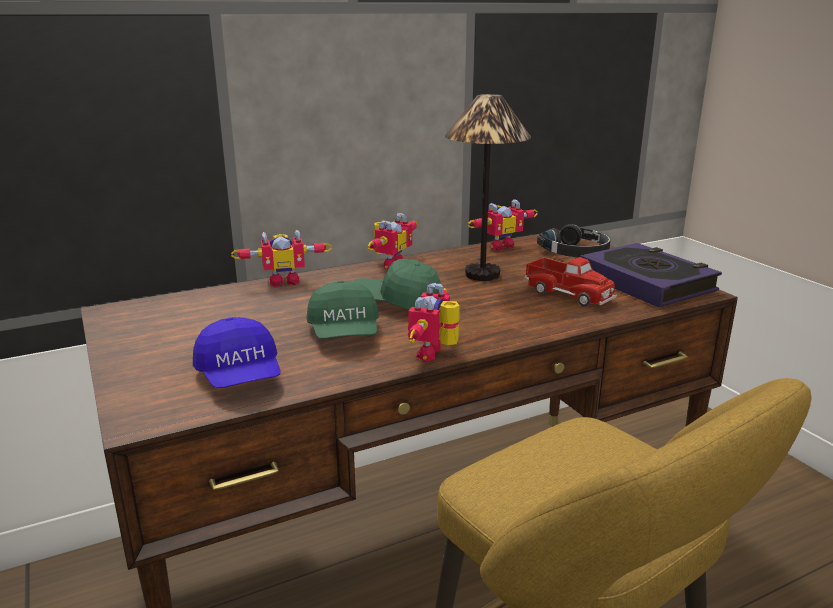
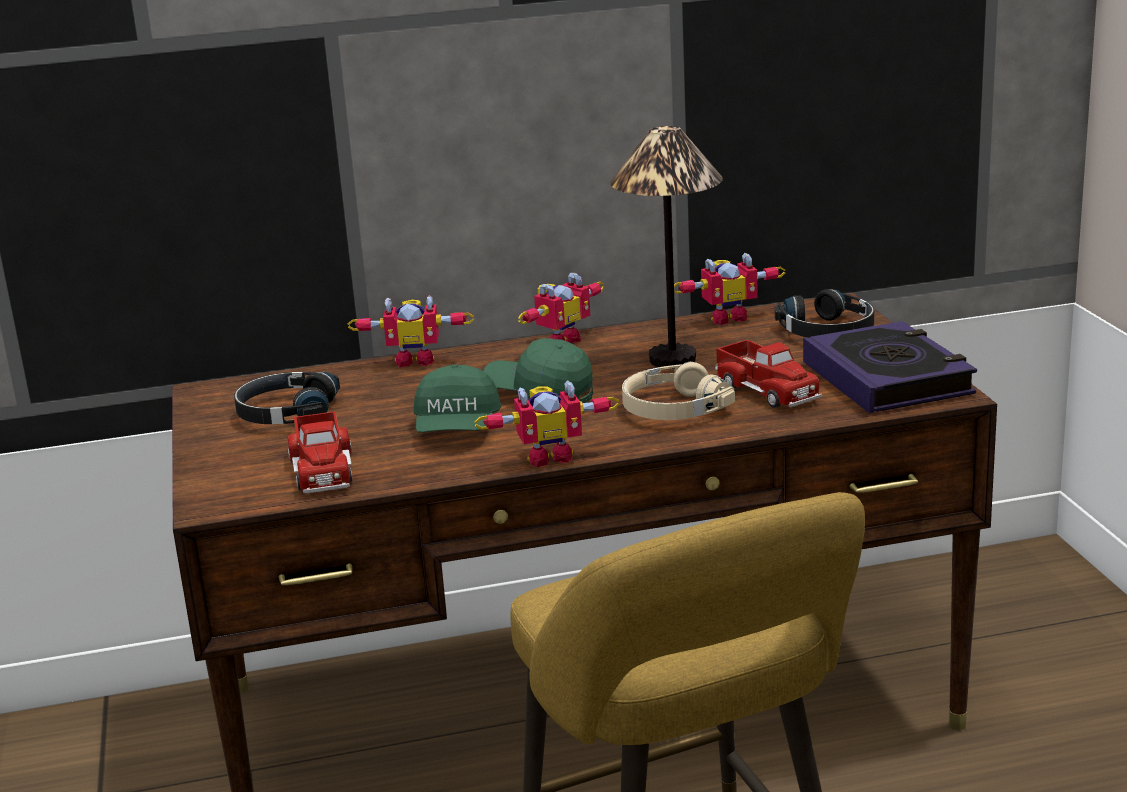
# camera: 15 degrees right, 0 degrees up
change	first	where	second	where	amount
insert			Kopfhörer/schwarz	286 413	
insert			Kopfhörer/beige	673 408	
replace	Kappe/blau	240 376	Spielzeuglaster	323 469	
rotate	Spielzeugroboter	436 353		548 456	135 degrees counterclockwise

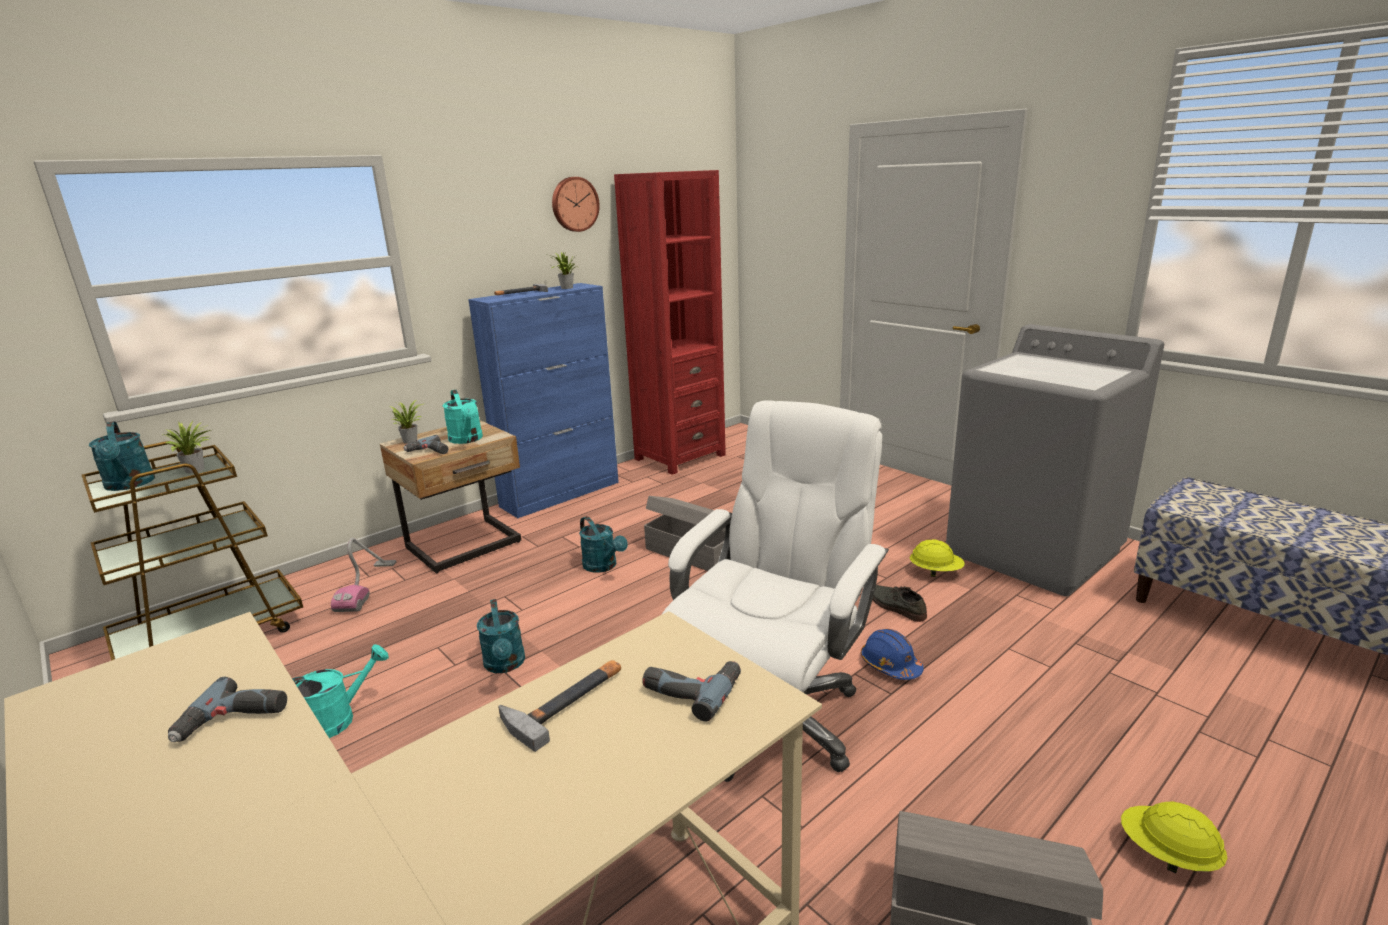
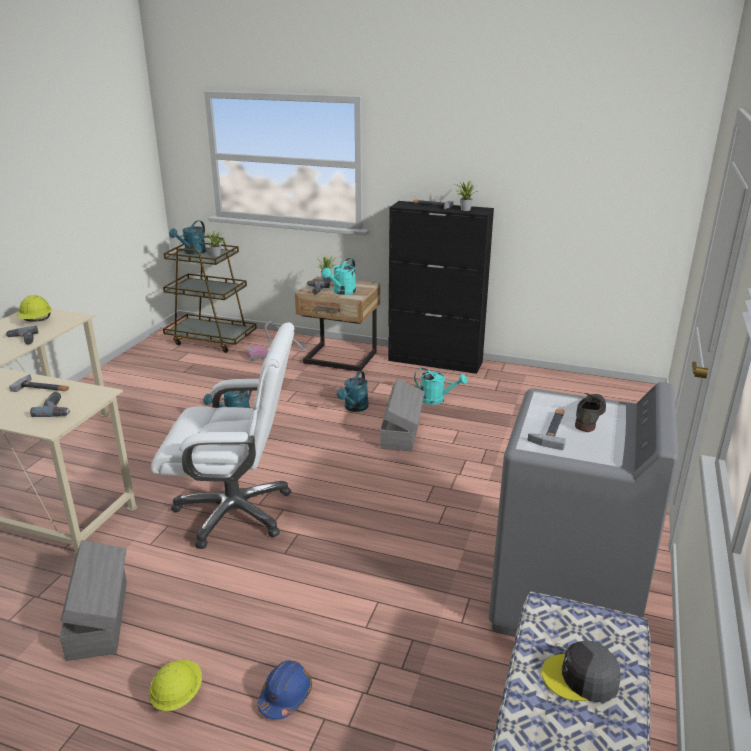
# camera: 60 degrees right, 5 degrees up
change	first	where	second	where	amount
delete	Wanduhr	574 204			
delete	Bücherregal/rot	679 457			
insert			Hammer	551 429	
insert			Kappe/grau	581 678	
move	Gießkanne/türkis	338 719		436 400	
move	Schutzhelm/blau	890 665		285 696	
move	Schuh/grau	895 606		589 415	
move	Schutzhelm/gelb	935 572		36 321	
recolor	Schrank/blau	561 494	Schrank/schwarz	435 361	

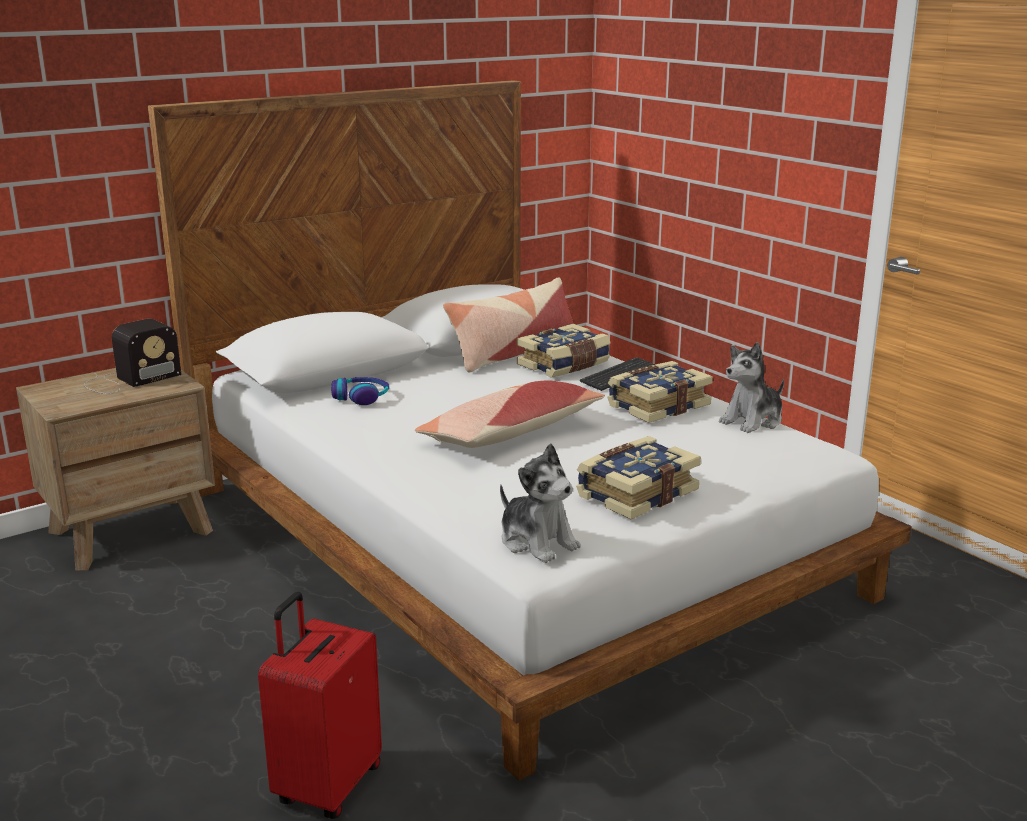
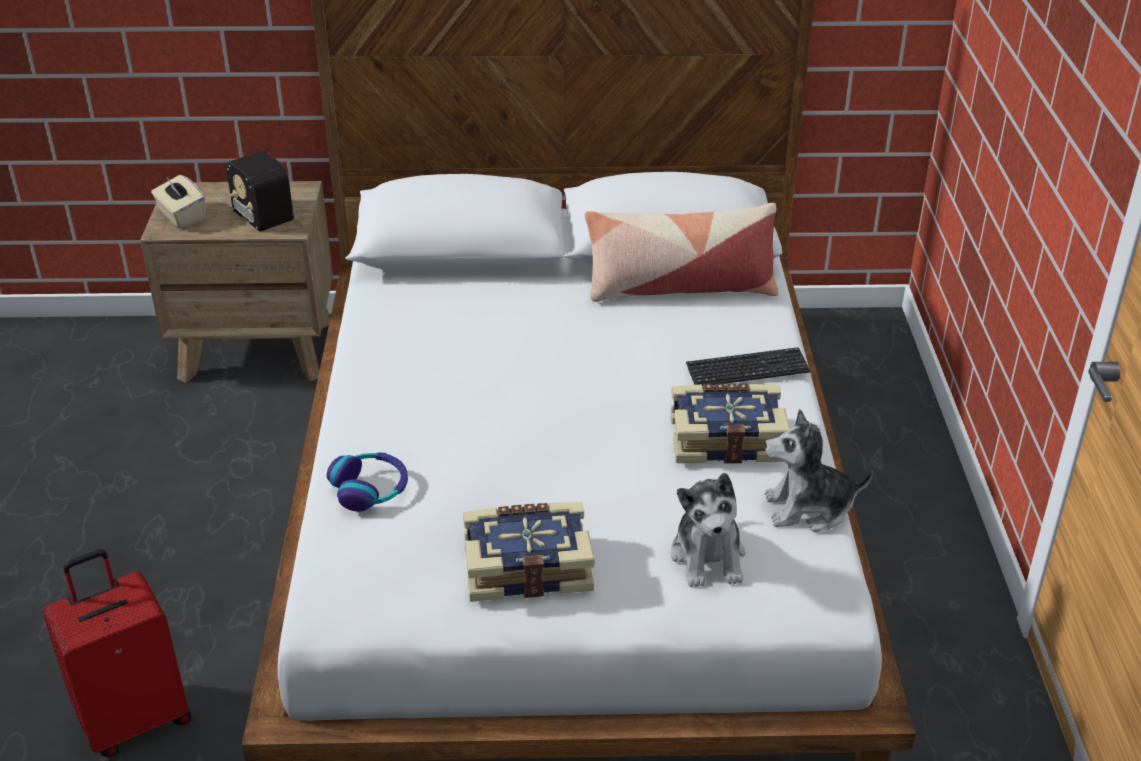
# camera: 35 degrees right, 15 degrees up
change	first	where	second	where	amount
delete	Kissen	511 433			
delete	Buch	564 365			
insert			Taschentuchbox/beige	181 216	
move	Kopfhörer	361 397		370 489	
move	Plüschtier	537 542		708 556	
rotate	Radio	129 380		257 205	60 degrees clockwise

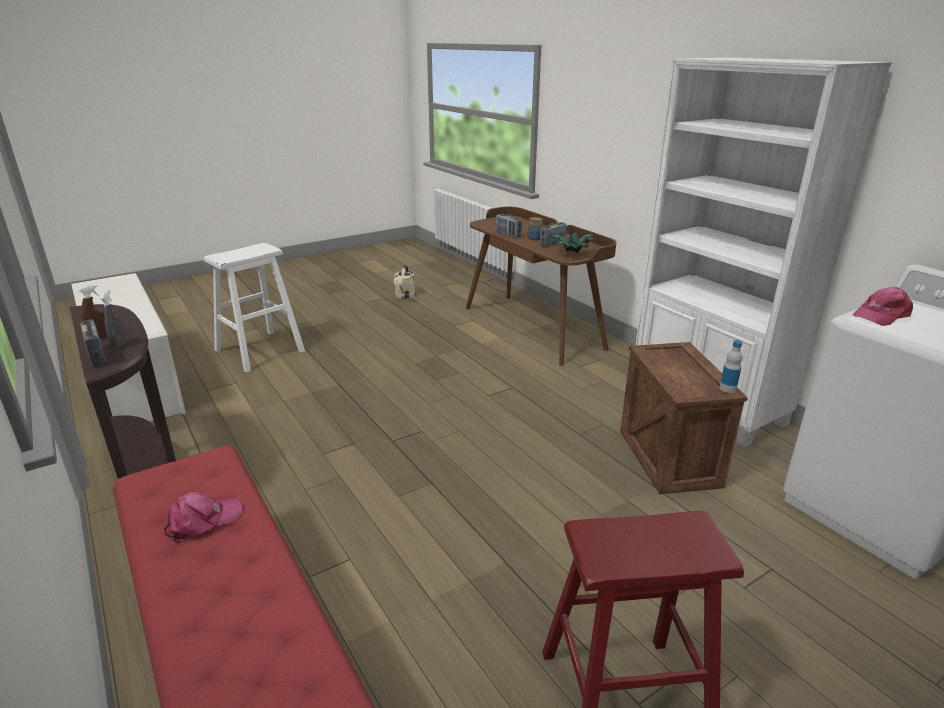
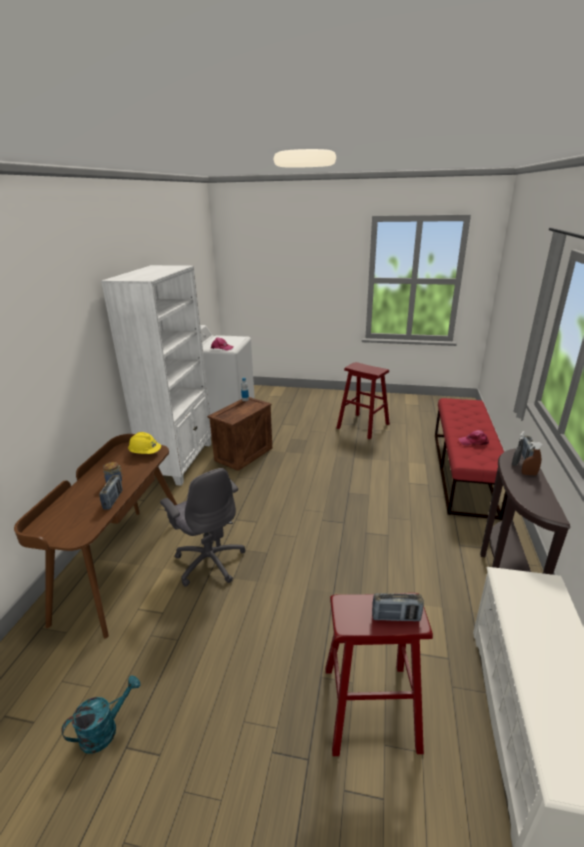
# camera: 135 degrees left, 0 degrees up
change	first	where	second	where	amount
insert			Bürostuhl/grau	209 561	
move	Radio	552 243		396 617	
replace	Topfpflanze	571 254	Schutzhelm/gelb	145 453	
recolor	Hocker/weiß	259 351	Hocker/rot	370 707	
recolor	Gießkanne/beige	404 296	Gießkanne/türkis	105 729	

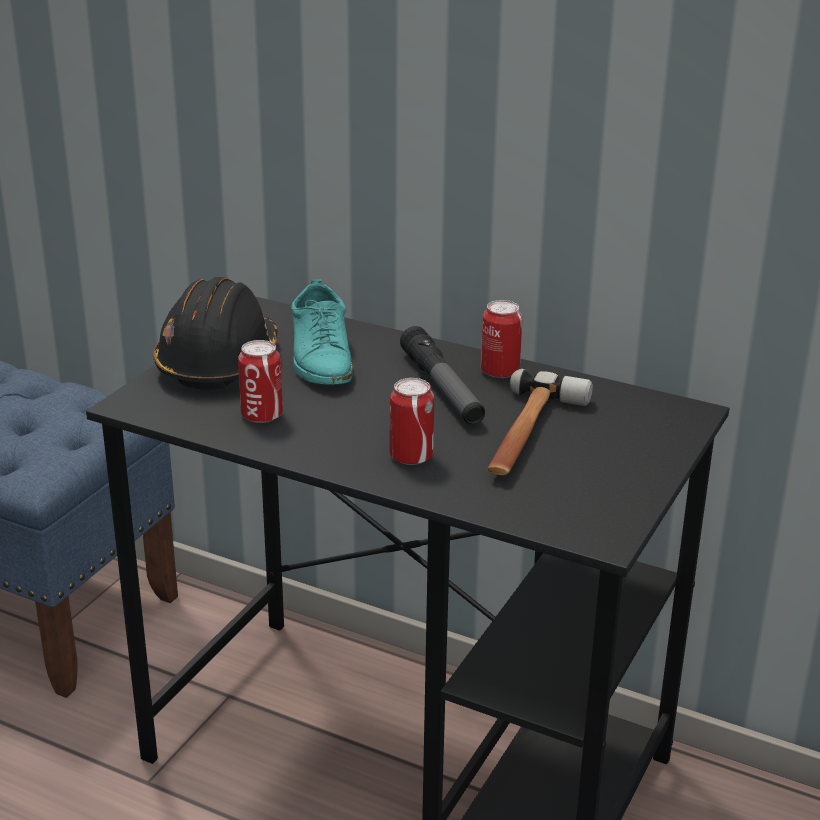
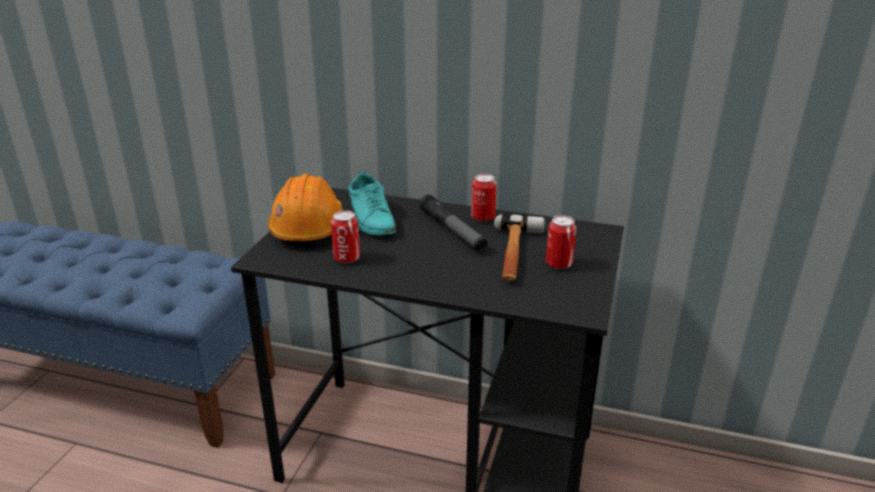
# camera: 10 degrees left, 0 degrees up
change	first	where	second	where	amount
move	Dose	411 456		558 264	
recolor	Schutzhelm/schwarz	219 362	Schutzhelm/orange	308 228	

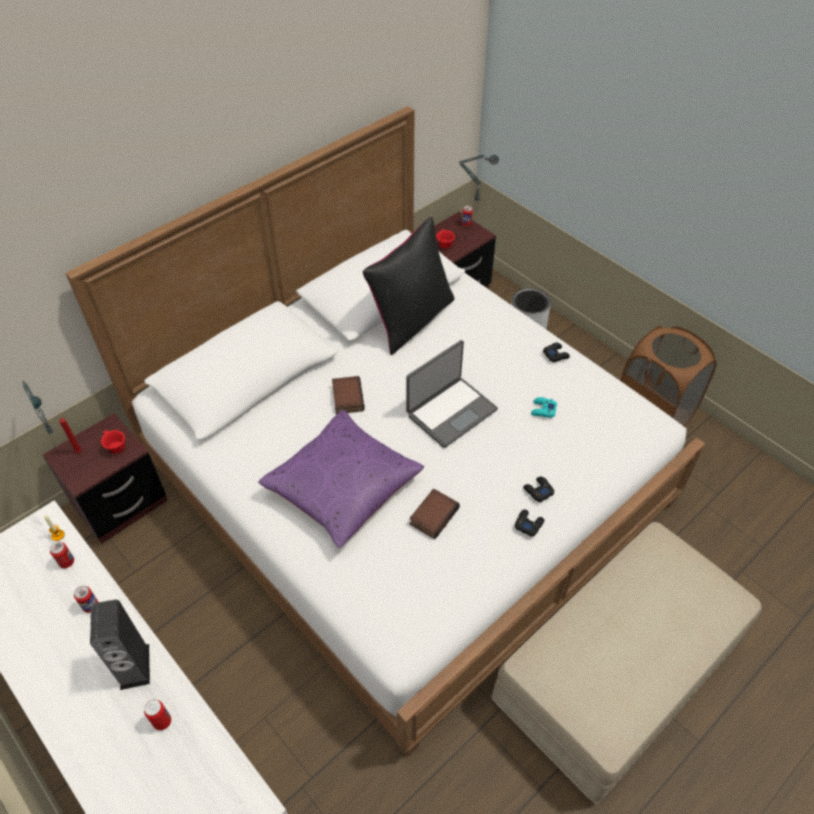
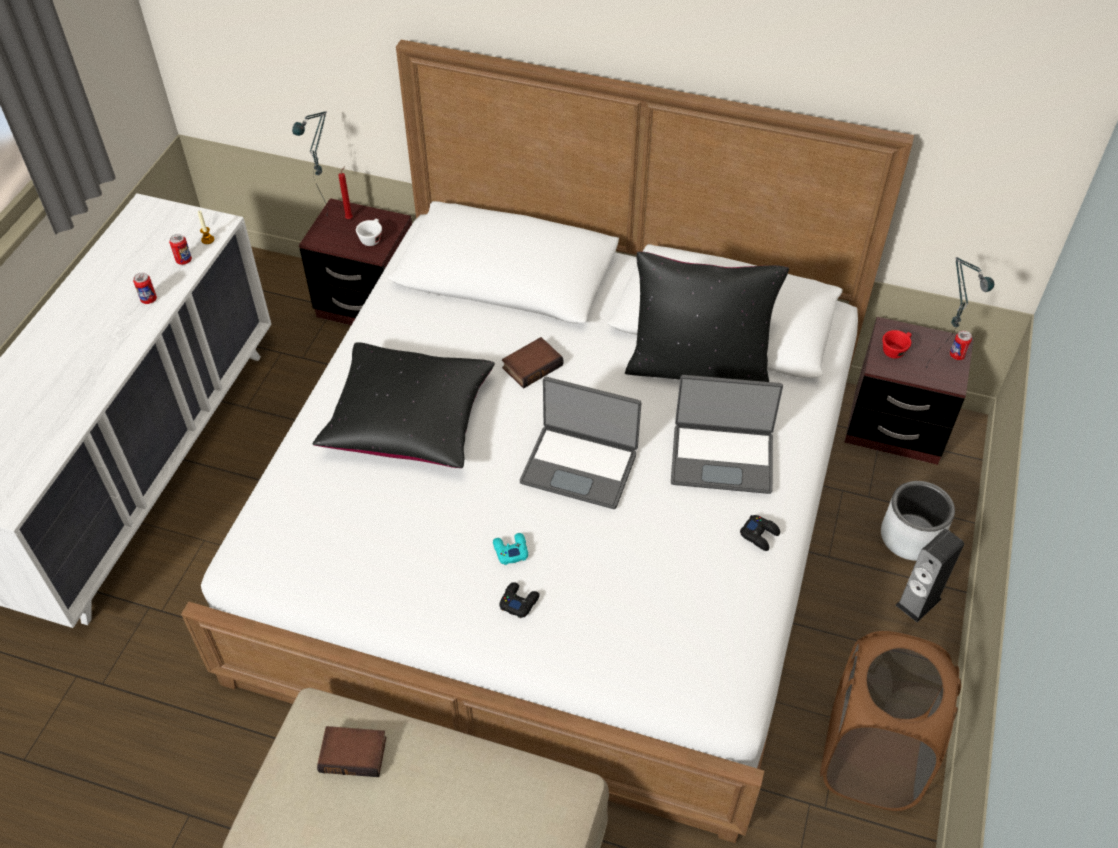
# camera: 60 degrees right, 0 degrees up
change	first	where	second	where	amount
delete	Dose	162 721			
delete	Gamepad/schwarz	528 524			
insert			Laptop	722 458	
move	Lautsprecher	134 666		918 602	
move	Buch	433 515		354 753	
move	Gamepad/türkis	543 410		510 550	
recolor	Tasse/rot	114 446	Tasse/weiß	371 238	
recolor	Kissen/lila	342 486	Kissen/schwarz	408 419	

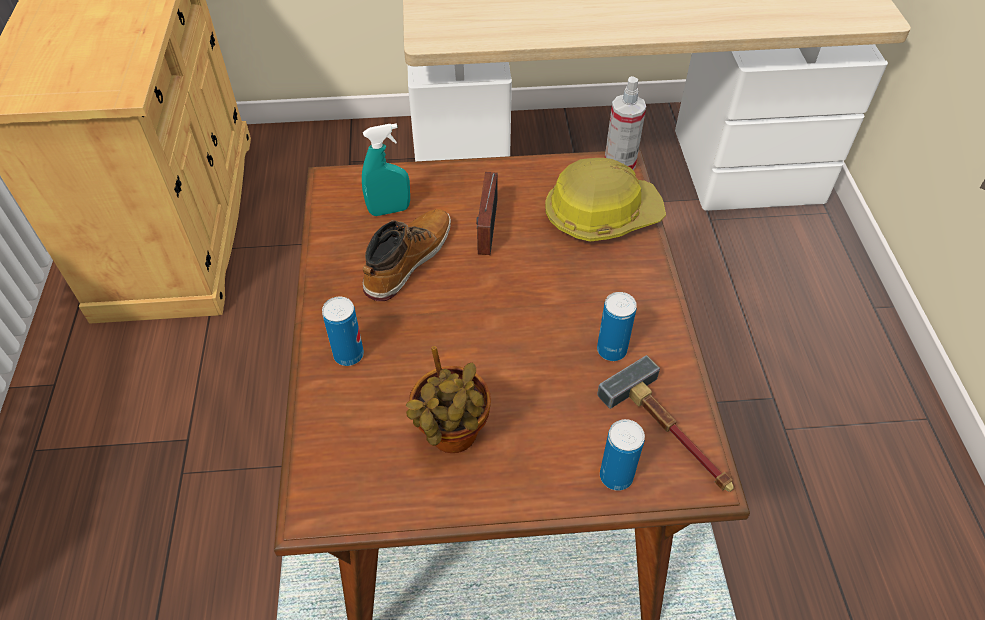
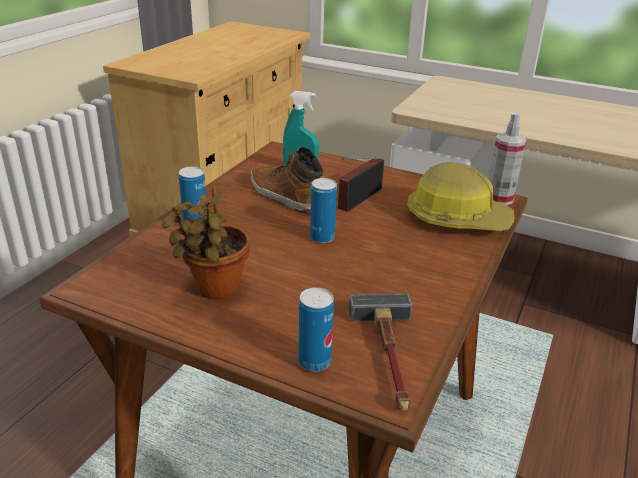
# camera: 30 degrees right, 20 degrees down
change	first	where	second	where	amount
move	Dose	611 350		322 238	
rotate	Stiefel	407 260		285 196	105 degrees counterclockwise

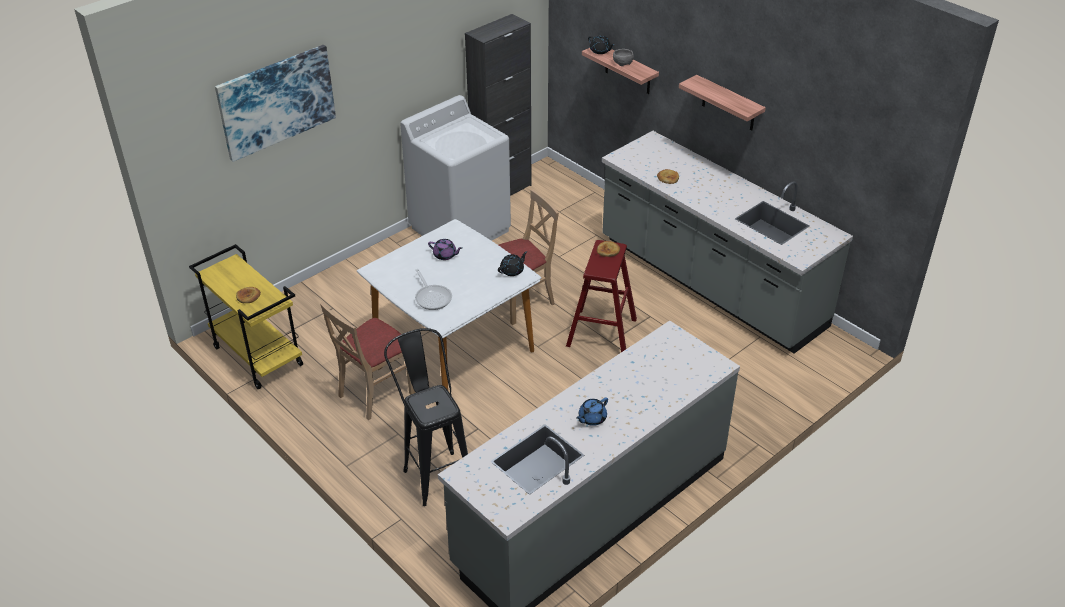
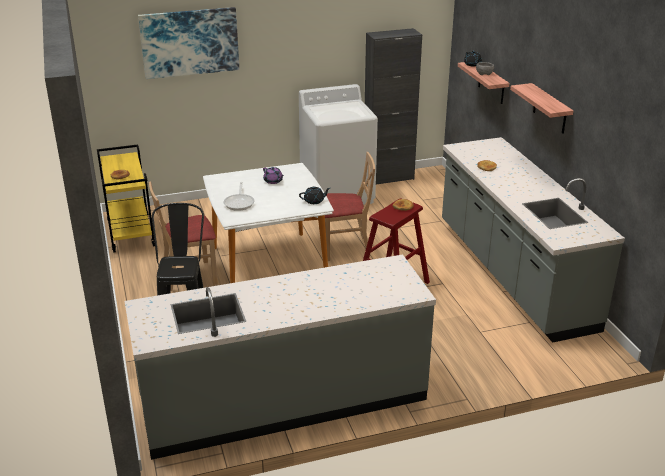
# camera: 25 degrees right, 10 degrees down
change	first	where	second	where	amount
delete	Teekanne/blau	591 418			

